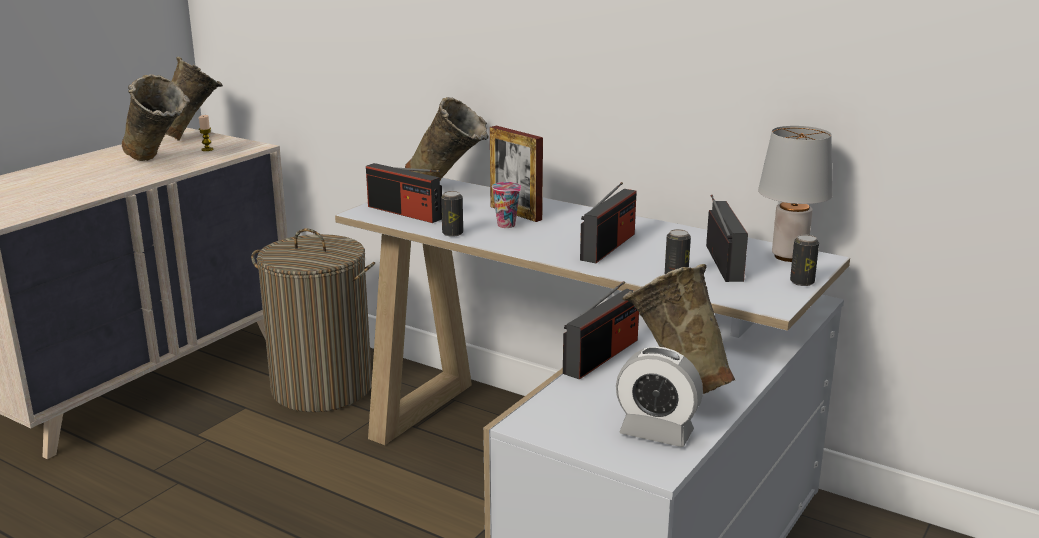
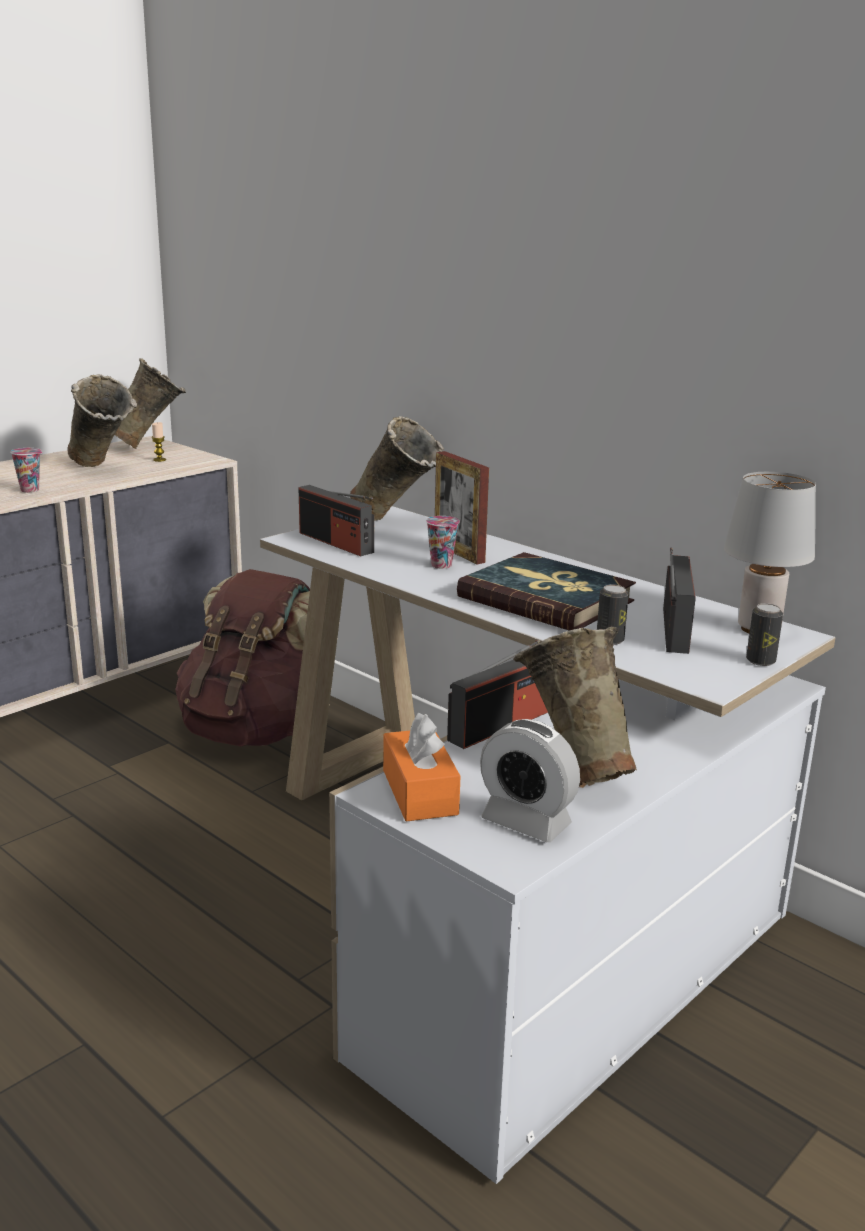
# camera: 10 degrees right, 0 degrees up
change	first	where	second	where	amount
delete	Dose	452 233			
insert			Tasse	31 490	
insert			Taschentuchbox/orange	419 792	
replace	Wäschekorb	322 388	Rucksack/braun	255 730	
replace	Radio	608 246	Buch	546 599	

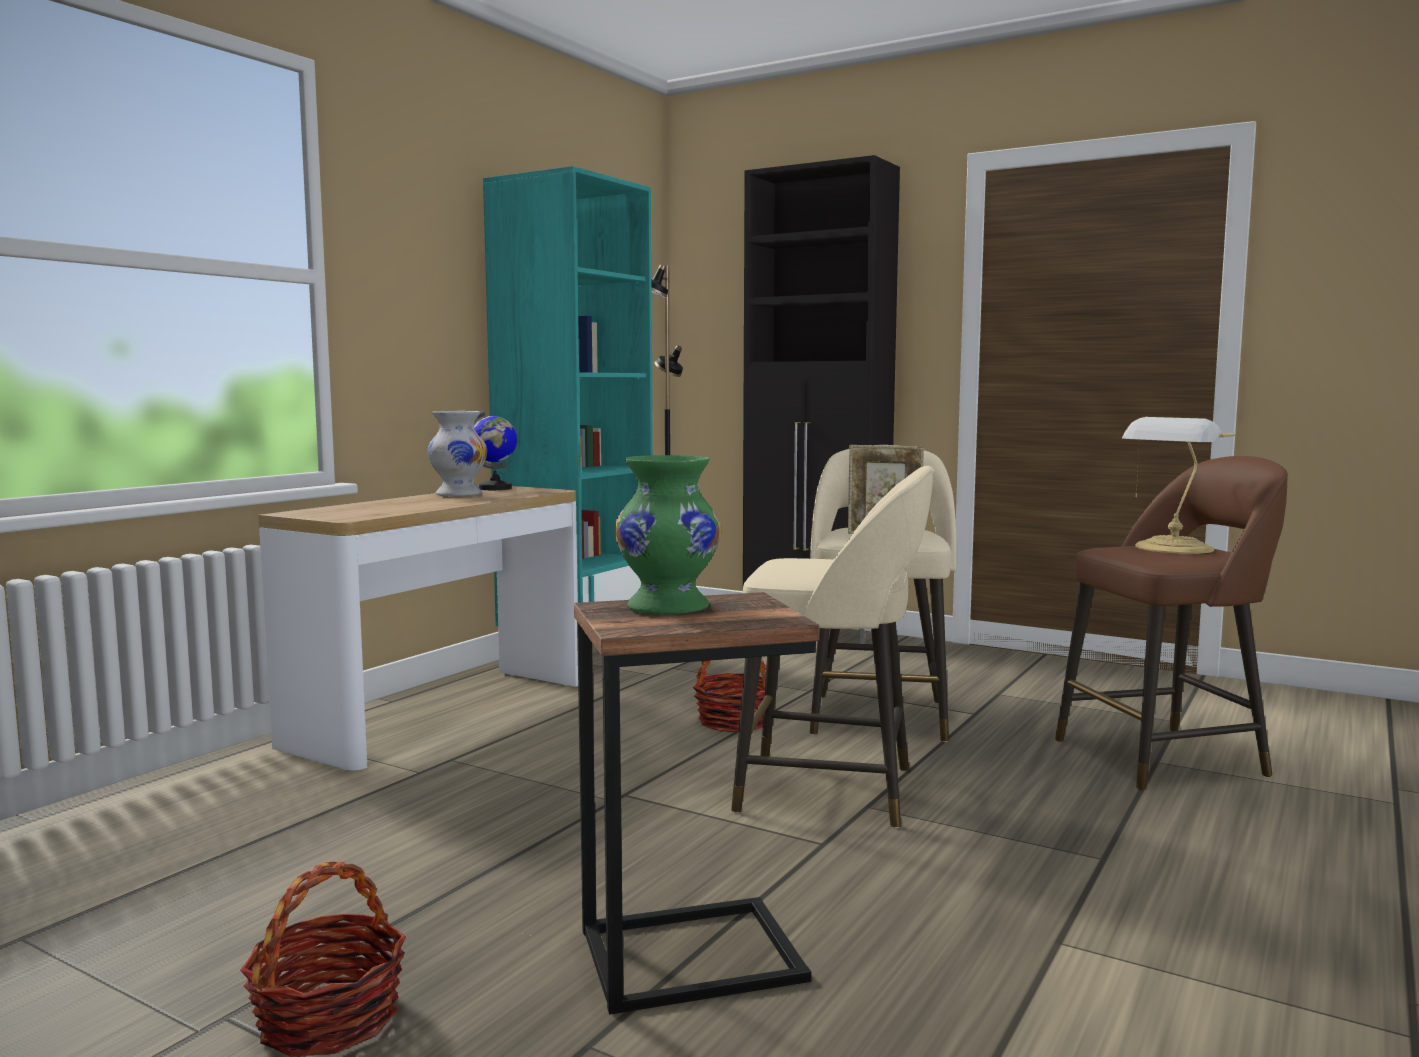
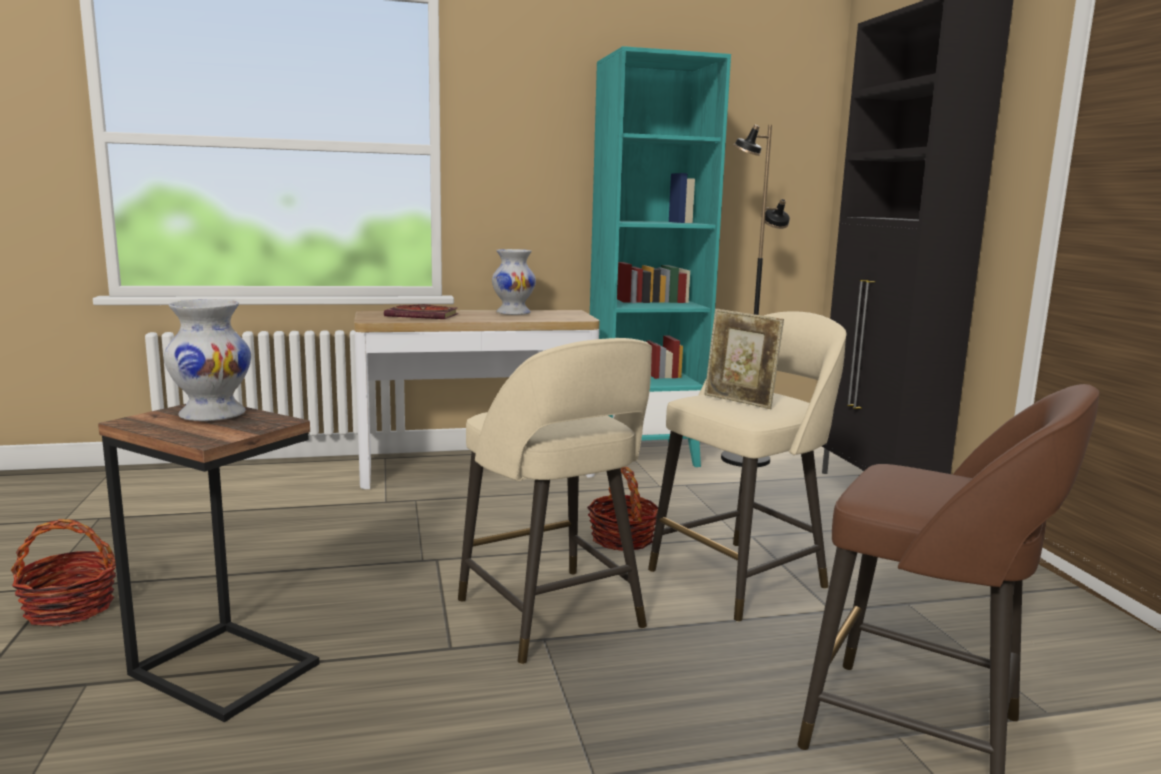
# camera: 45 degrees right, 5 degrees up
change	first	where	second	where	amount
delete	Globus	495 488			
delete	Tischlampe	1172 548			
insert			Buch	424 316	
recolor	Vase/grün	666 608	Vase/weiß	213 414	

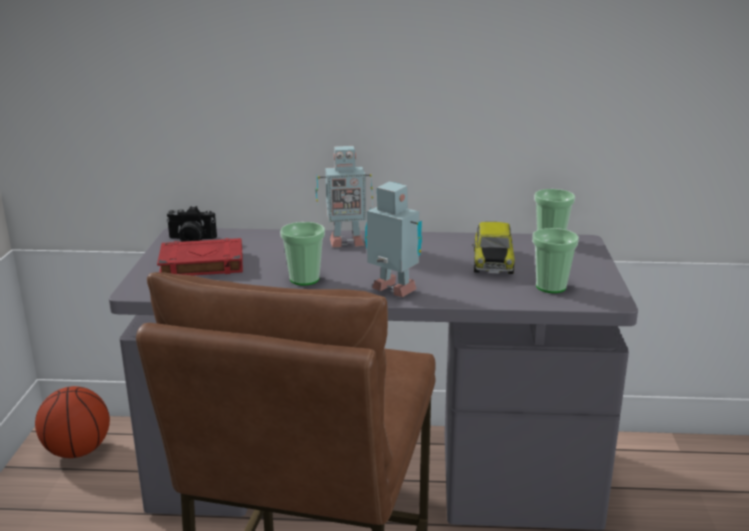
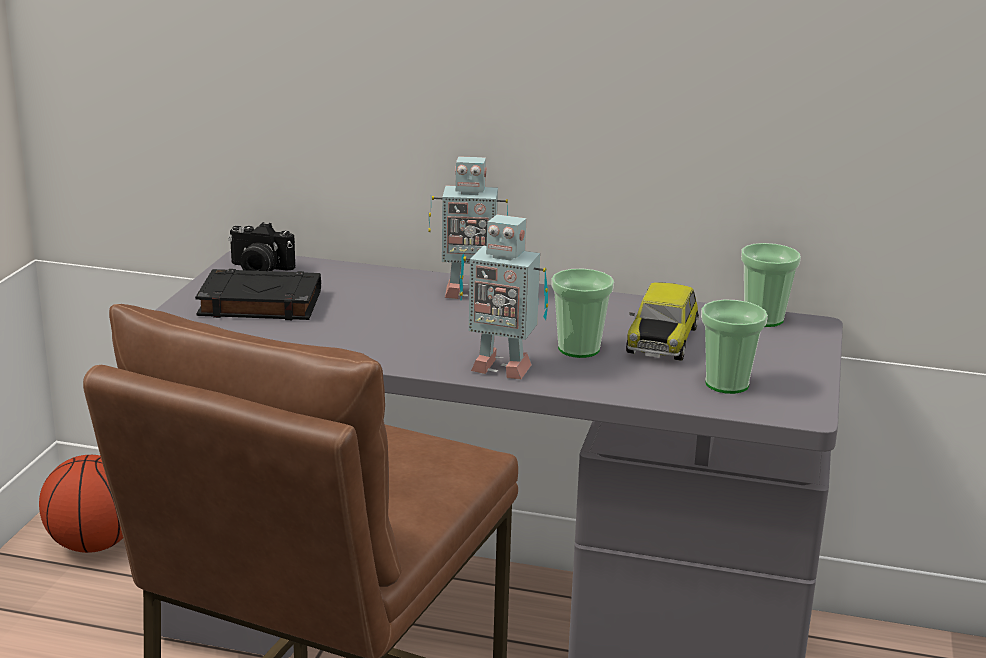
# camera: 10 degrees right, 0 degrees up
change	first	where	second	where	amount
move	Tasse	304 279		579 349	
recolor	Buch/rot	200 264	Buch/schwarz	258 303	
rotate	Spielzeugroboter	393 291		500 367	150 degrees clockwise

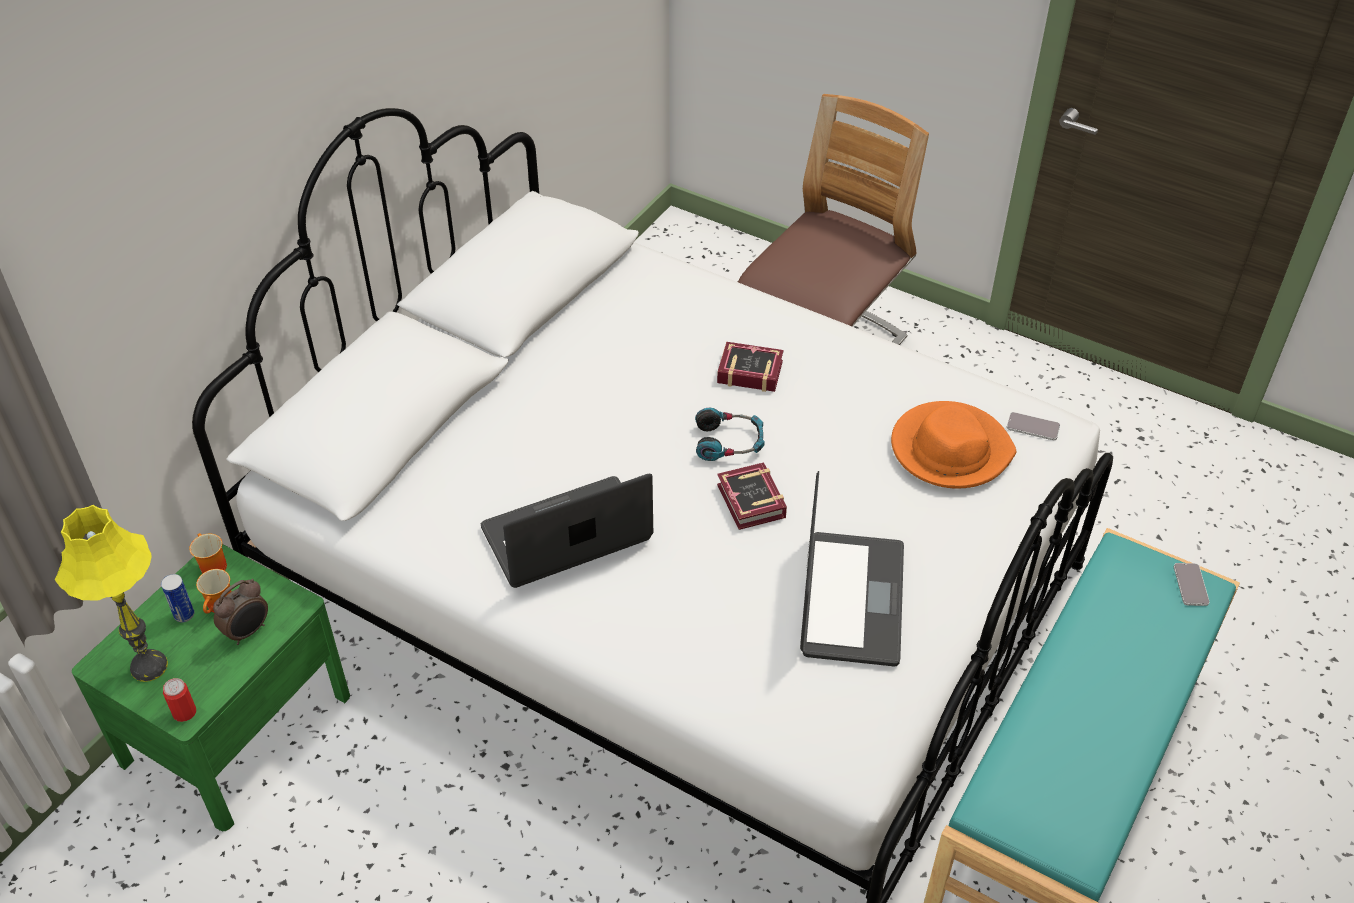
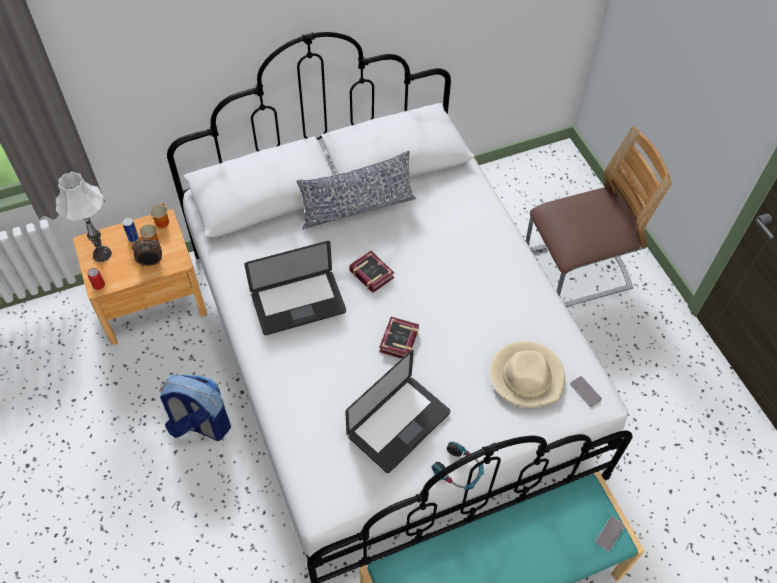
# camera: 35 degrees right, 10 degrees up
change	first	where	second	where	amount
insert			Rucksack	200 424	
insert			Kissen	357 208	
move	Kopfhörer	729 442		458 470	
move	Buch	747 370		371 272	
recolor	Tischlampe/gelb	149 666	Tischlampe/weiß	102 254	
recolor	Nachttisch/grün	236 728	Nachttisch/braun	150 300	
recolor	Hut/orange	950 449	Hut/beige	527 376	
rotate	Laptop	566 535		298 303	150 degrees clockwise

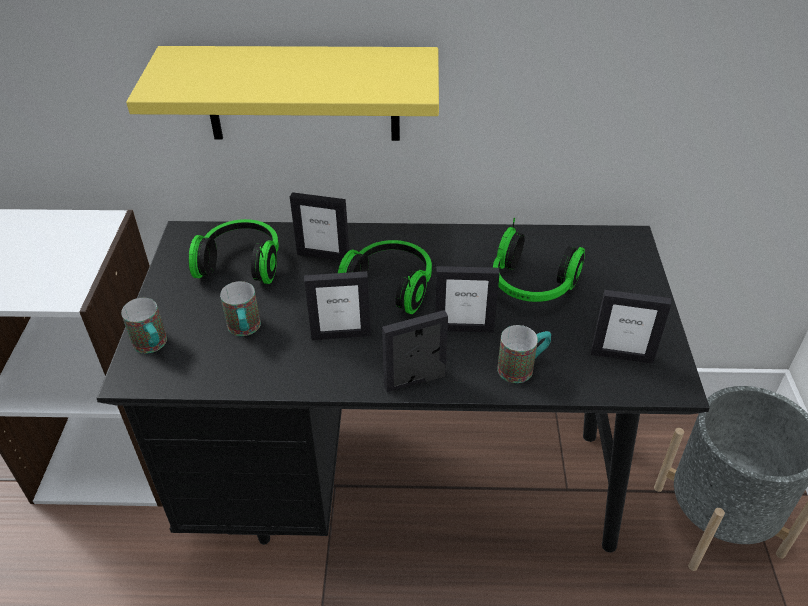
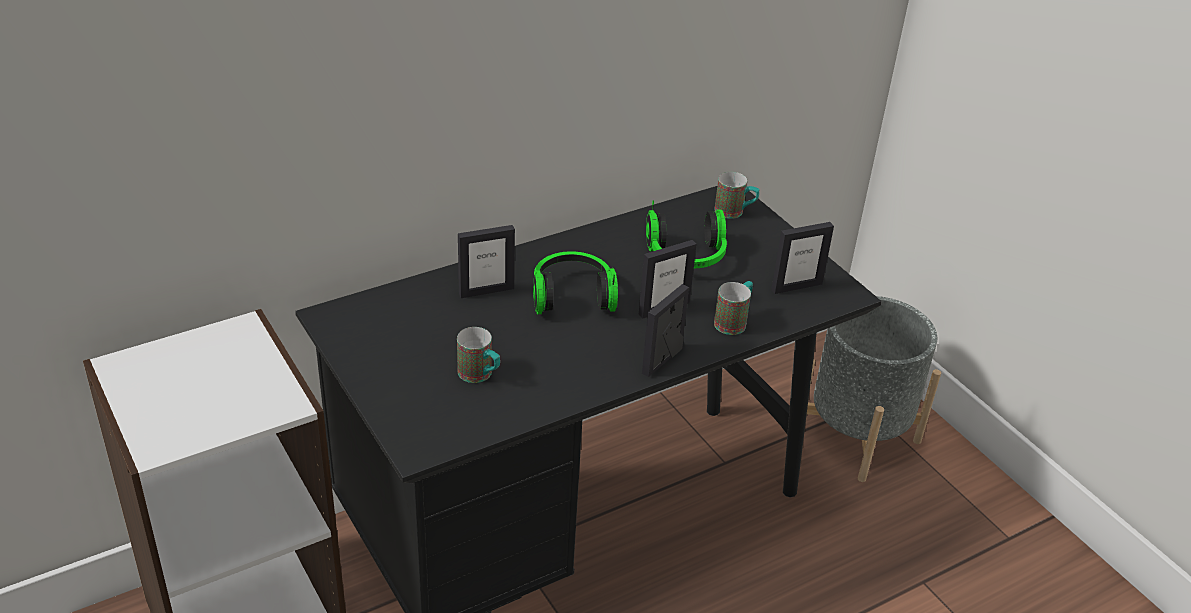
# camera: 35 degrees left, 5 degrees down
change	first	where	second	where	amount
delete	Wandregal/gelb	302 94			
delete	Kopfhörer	242 263			
delete	Bilderrahmen	341 334			
move	Henkelbecher	153 346		735 212	

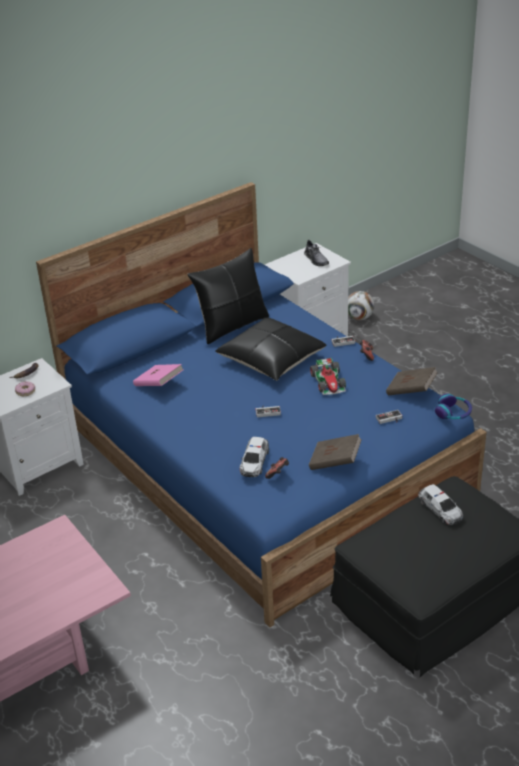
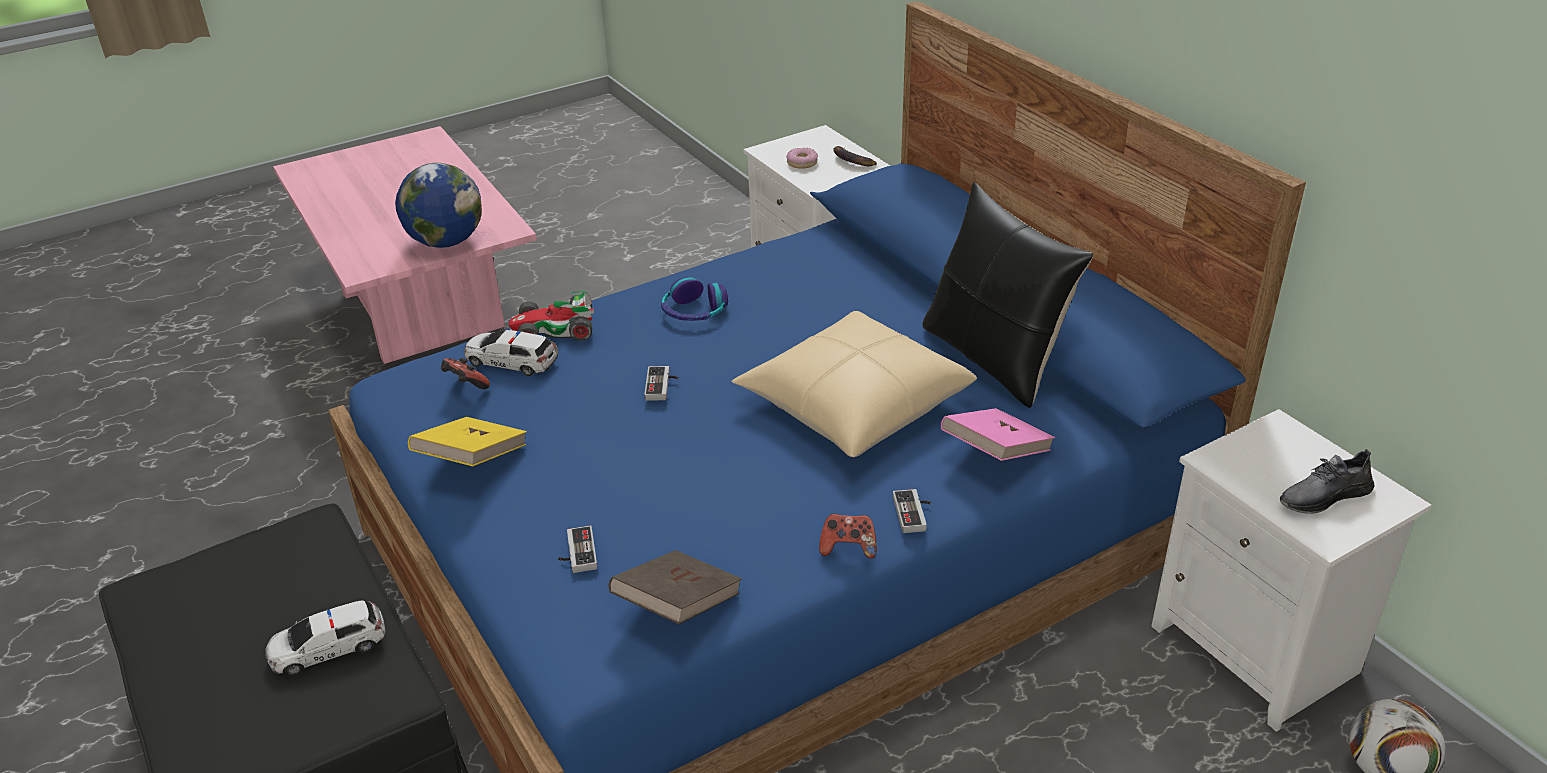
# camera: 95 degrees right, 0 degrees up
change	first	where	second	where	amount
insert			Globus	446 242	
move	Buch/rosa	159 384		995 453	
move	Spielzeugauto	329 382		553 329	
move	Kopfhörer	453 412		694 312	
recolor	Kissen/schwarz	271 359	Kissen/beige	854 404	
recolor	Buch/braun	335 462	Buch/gelb	472 460	

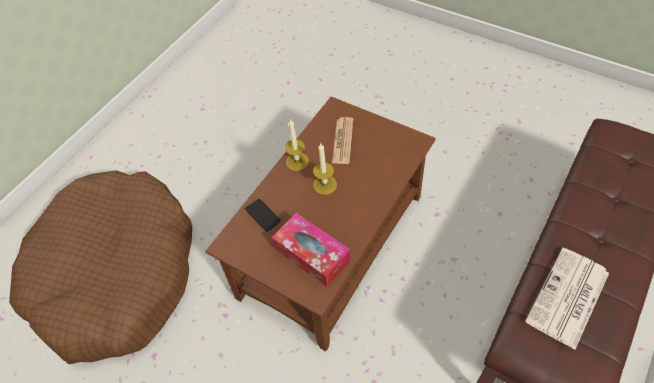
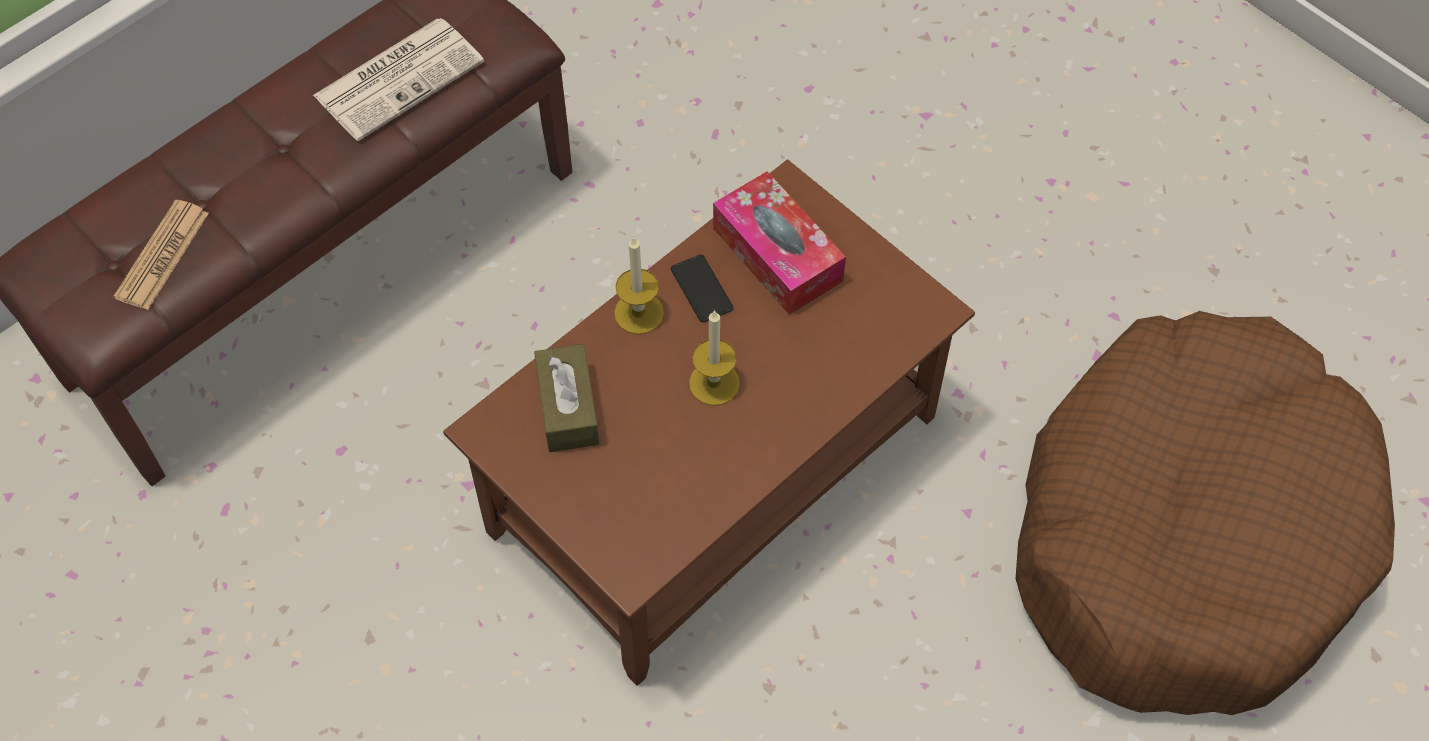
# camera: 170 degrees left, 5 degrees up
change	first	where	second	where	amount
insert			Taschentuchbox/braun	568 408	
move	Handy	262 215		701 289	
move	Kerze	297 161		639 313	
move	Zeitung	343 141		162 255	

